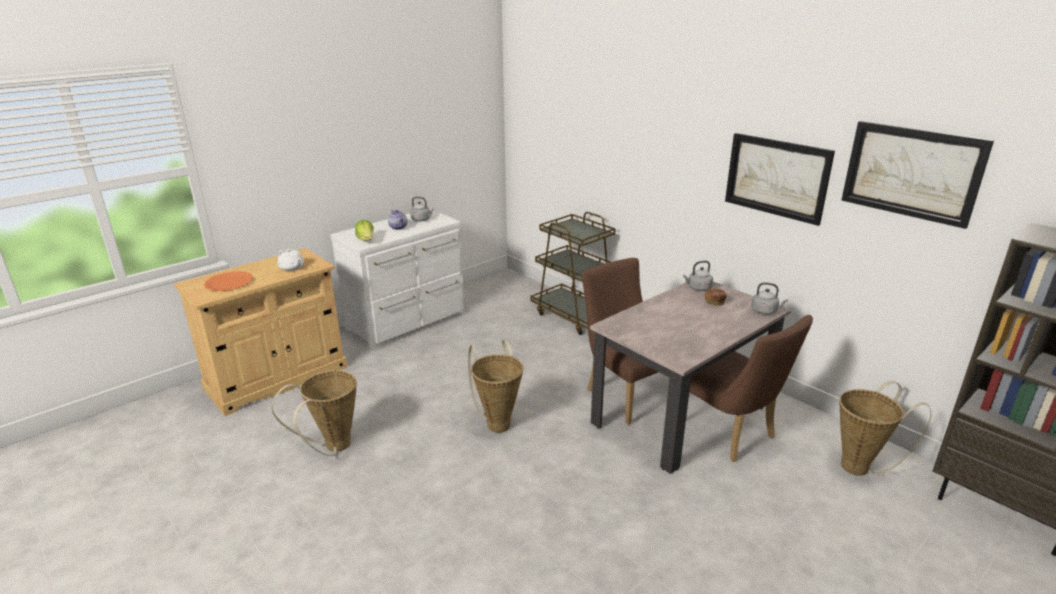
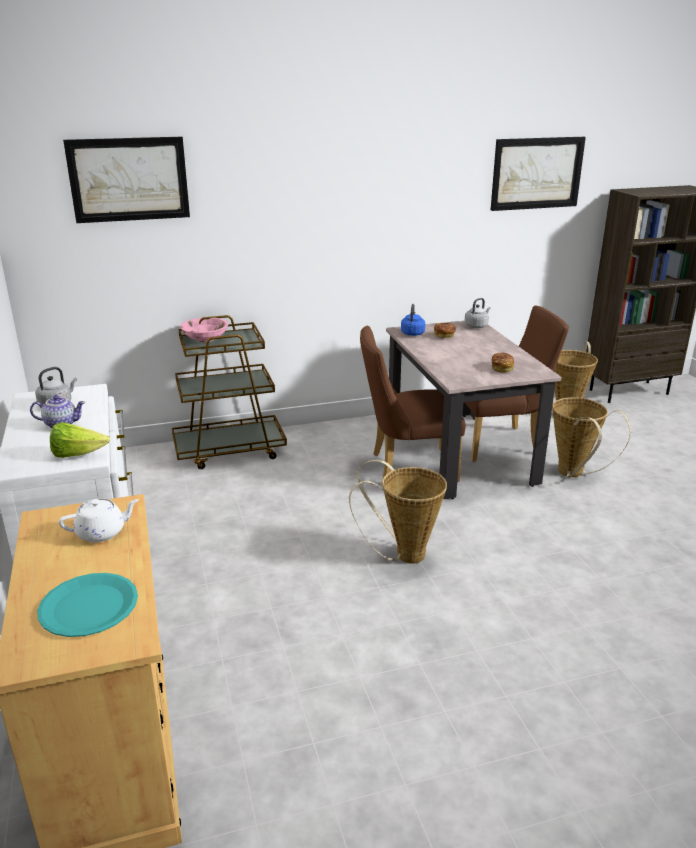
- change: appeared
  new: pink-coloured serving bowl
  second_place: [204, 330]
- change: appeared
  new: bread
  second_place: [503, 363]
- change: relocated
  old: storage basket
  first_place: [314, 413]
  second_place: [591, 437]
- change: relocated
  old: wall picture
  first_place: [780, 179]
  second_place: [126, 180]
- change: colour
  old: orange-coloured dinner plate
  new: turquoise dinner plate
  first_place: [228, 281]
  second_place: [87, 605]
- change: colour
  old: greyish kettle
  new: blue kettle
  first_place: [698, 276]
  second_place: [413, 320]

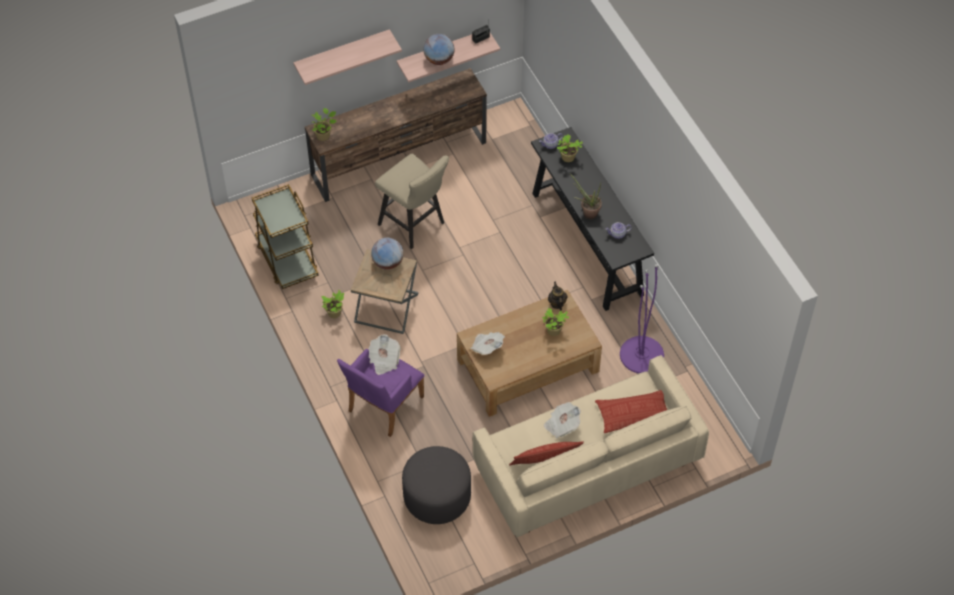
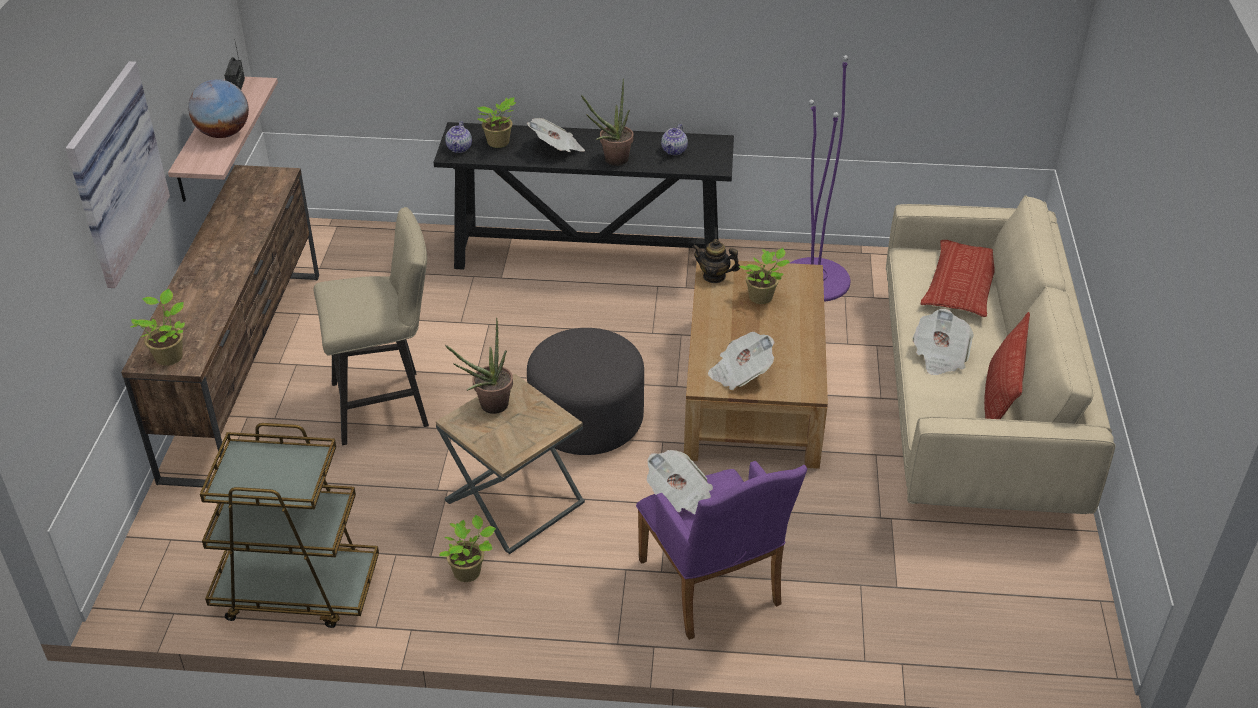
- change: appeared
  new: newspaper
  second_place: [556, 135]
- change: relocated
  old: greyish ottoman
  first_place: [436, 485]
  second_place: [585, 391]
- change: exchanged
  old: shelf
  new: wall picture
  first_place: [347, 57]
  second_place: [118, 174]
- change: exchanged
  old: world globe
  new: potted plant
  first_place: [387, 254]
  second_place: [479, 365]

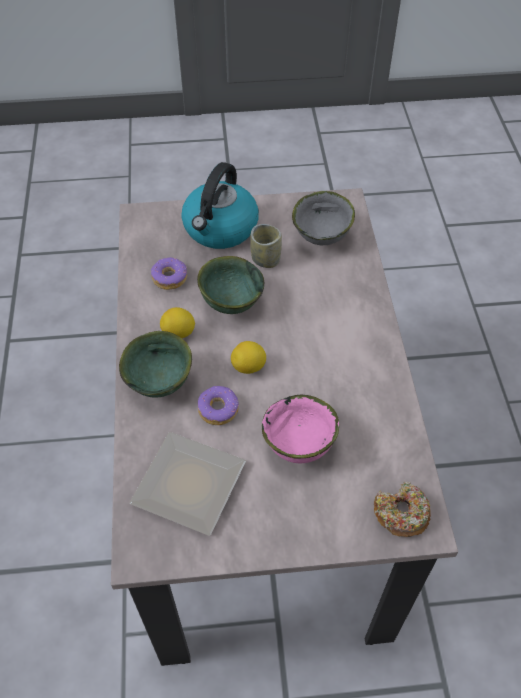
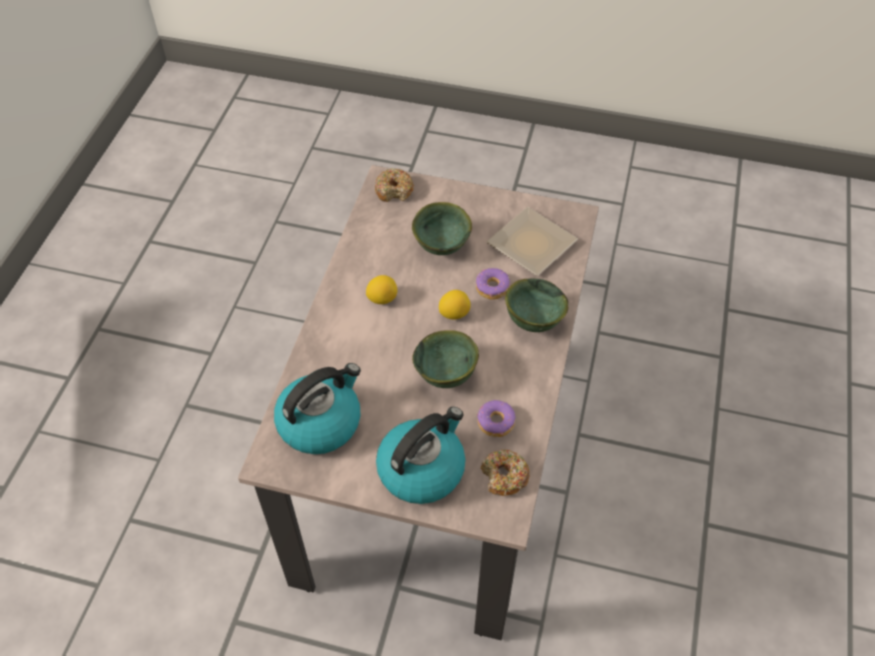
- change: missing
  old: drinking cup
  first_place: [266, 246]
- change: appeared
  new: donut
  second_place: [505, 473]
- change: relocated
  old: lemon
  first_place: [177, 322]
  second_place: [381, 289]
- change: exchanged
  old: greyish serving bowl
  new: kettle
  first_place: [323, 218]
  second_place: [317, 408]
- change: colour
  old: pink-coloured serving bowl
  new: green serving bowl
  first_place: [300, 429]
  second_place: [442, 228]

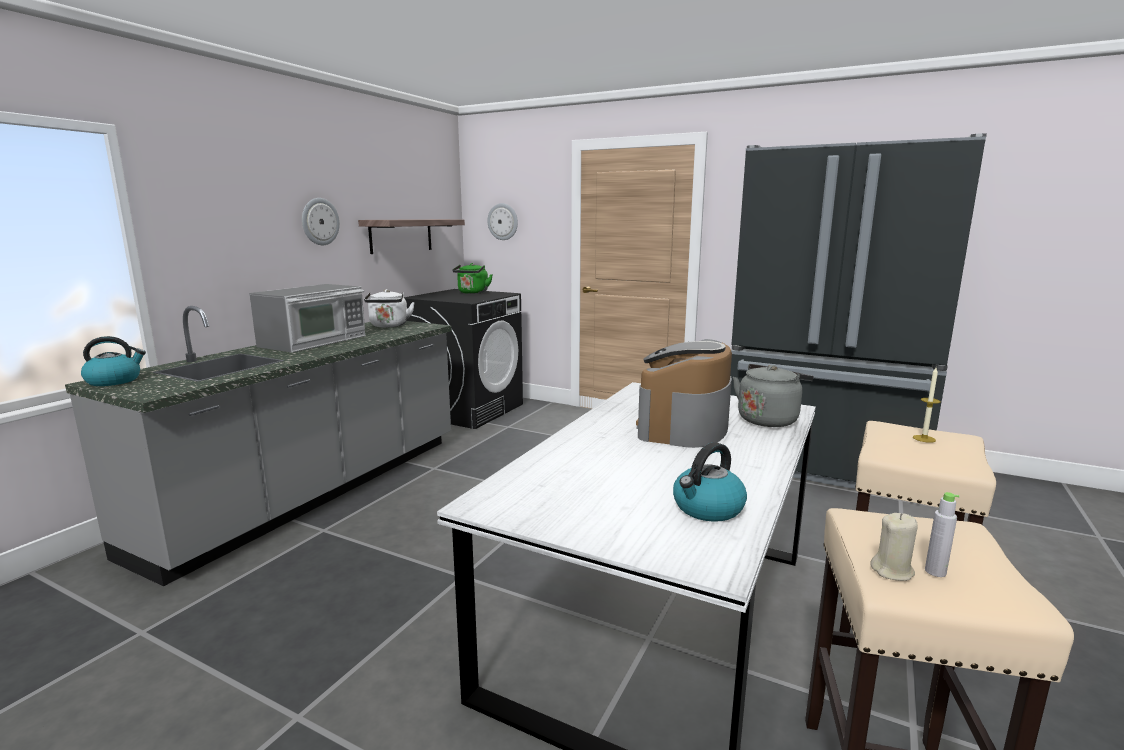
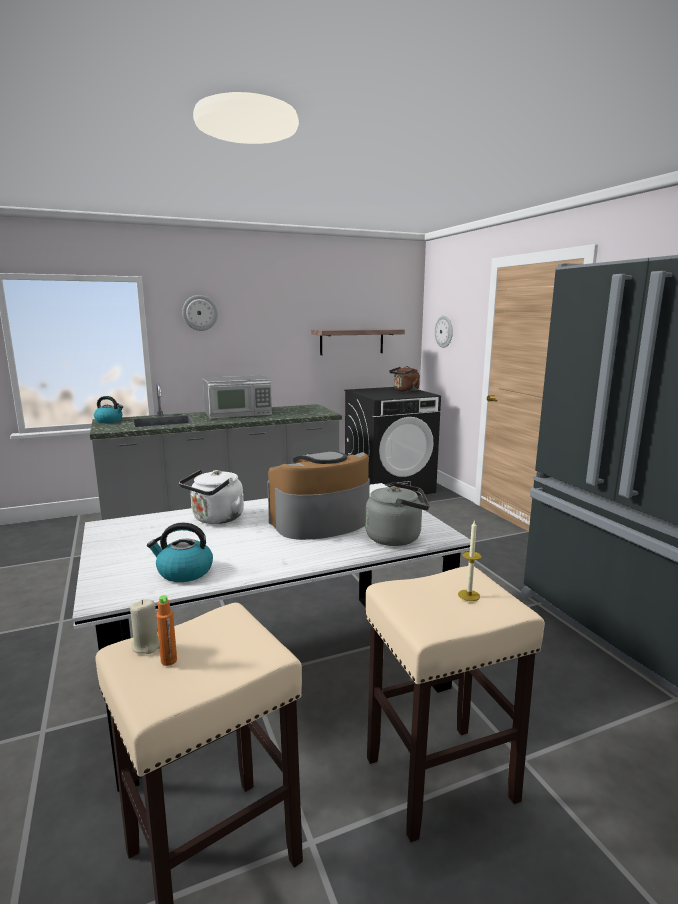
- change: relocated
  old: clock on the wall
  first_place: [321, 221]
  second_place: [200, 313]
- change: relocated
  old: white-coloured kettle
  first_place: [389, 308]
  second_place: [211, 497]
- change: colour
  old: green kettle
  new: brown-coloured kettle
  first_place: [472, 278]
  second_place: [404, 379]
- change: colour
  old: greyish bottle
  new: orange-coloured bottle
  first_place: [942, 534]
  second_place: [166, 630]

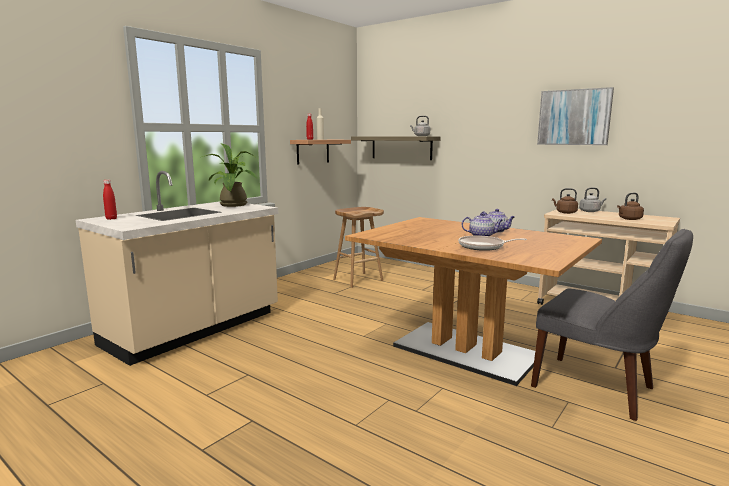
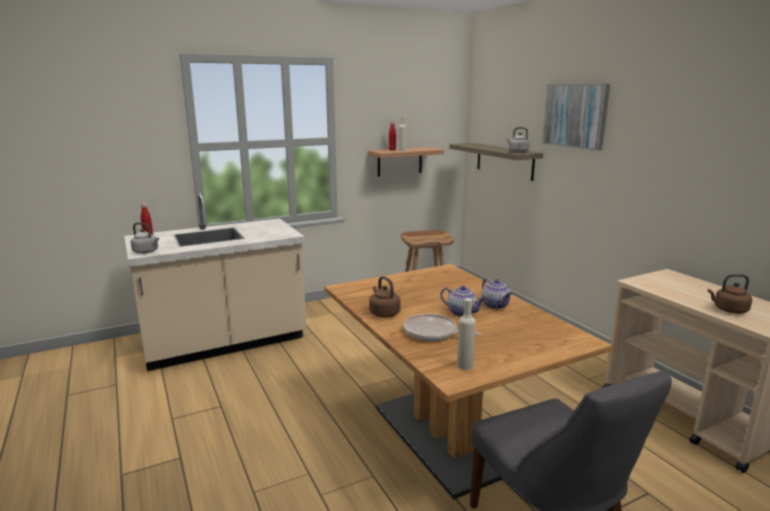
- change: missing
  old: potted plant
  first_place: [229, 175]
- change: appeared
  new: beige bottle
  second_place: [466, 334]
- change: relocated
  old: wall picture
  first_place: [575, 116]
  second_place: [576, 117]
- change: relocated
  old: brown-coloured kettle
  first_place: [565, 201]
  second_place: [384, 296]
- change: relocated
  old: greyish kettle
  first_place: [592, 200]
  second_place: [144, 238]

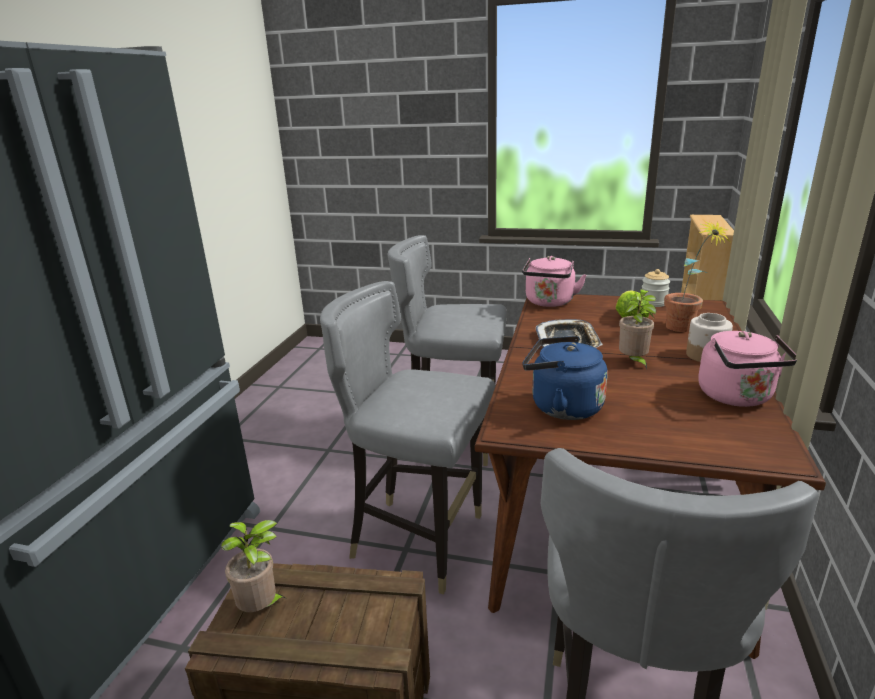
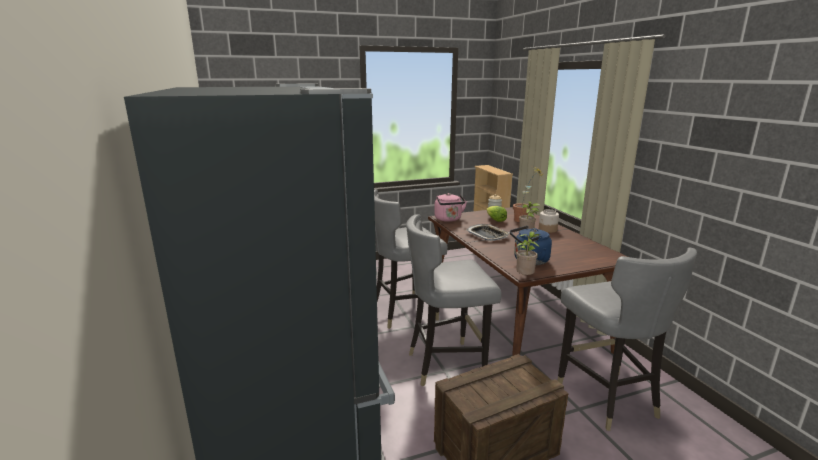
- change: missing
  old: pink-coloured kettle
  first_place: [747, 369]
- change: relocated
  old: potted plant
  first_place: [254, 566]
  second_place: [528, 253]

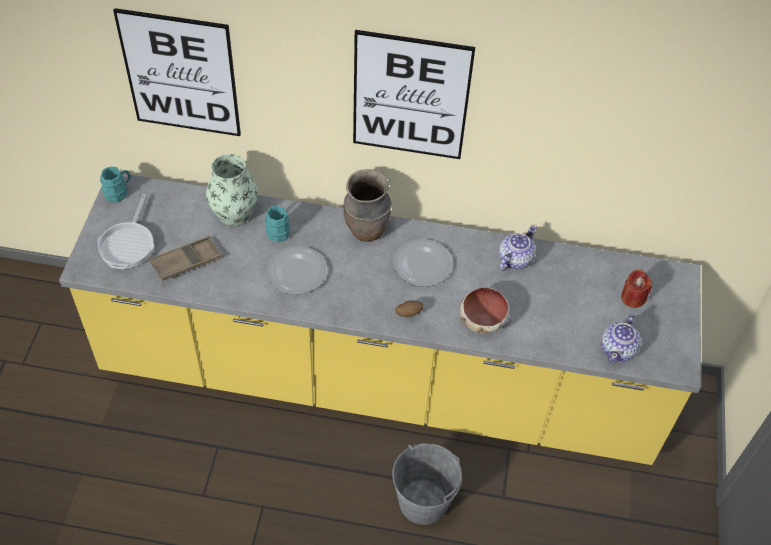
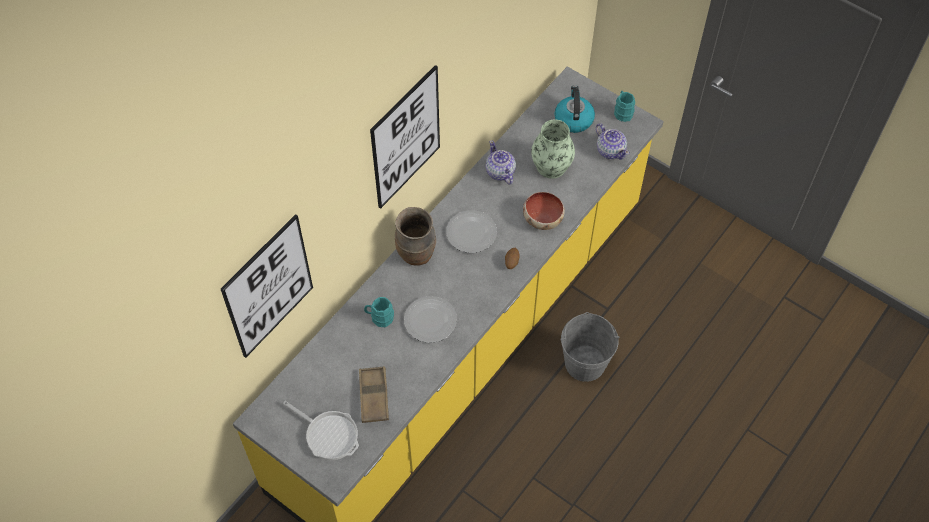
- change: relocated
  old: turquoise coffee mug
  first_place: [115, 185]
  second_place: [624, 106]
- change: relocated
  old: decorative vase
  first_place: [232, 190]
  second_place: [553, 149]
- change: exchanged
  old: reddish wax candle
  new: kettle
  first_place: [636, 289]
  second_place: [574, 109]

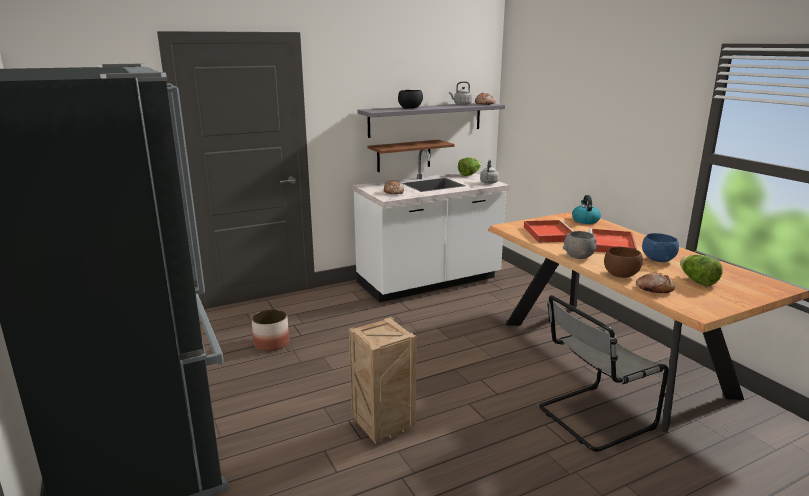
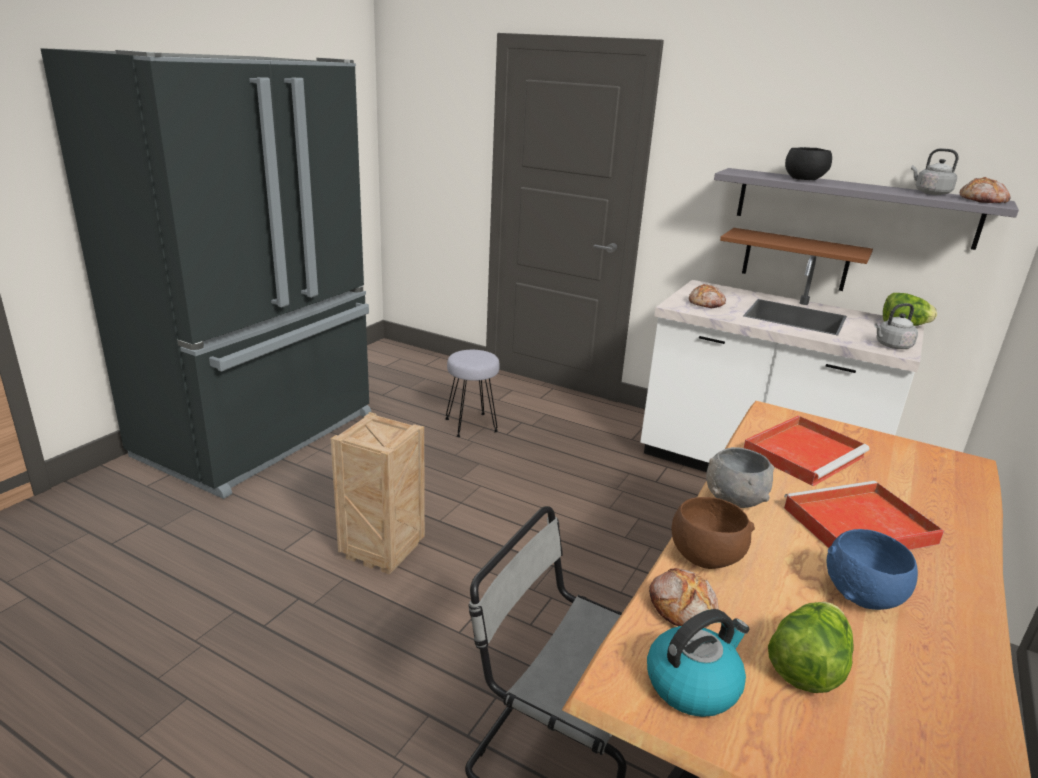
- change: relocated
  old: kettle
  first_place: [586, 209]
  second_place: [698, 663]
- change: exchanged
  old: planter
  new: greyish stool seat
  first_place: [270, 330]
  second_place: [472, 393]

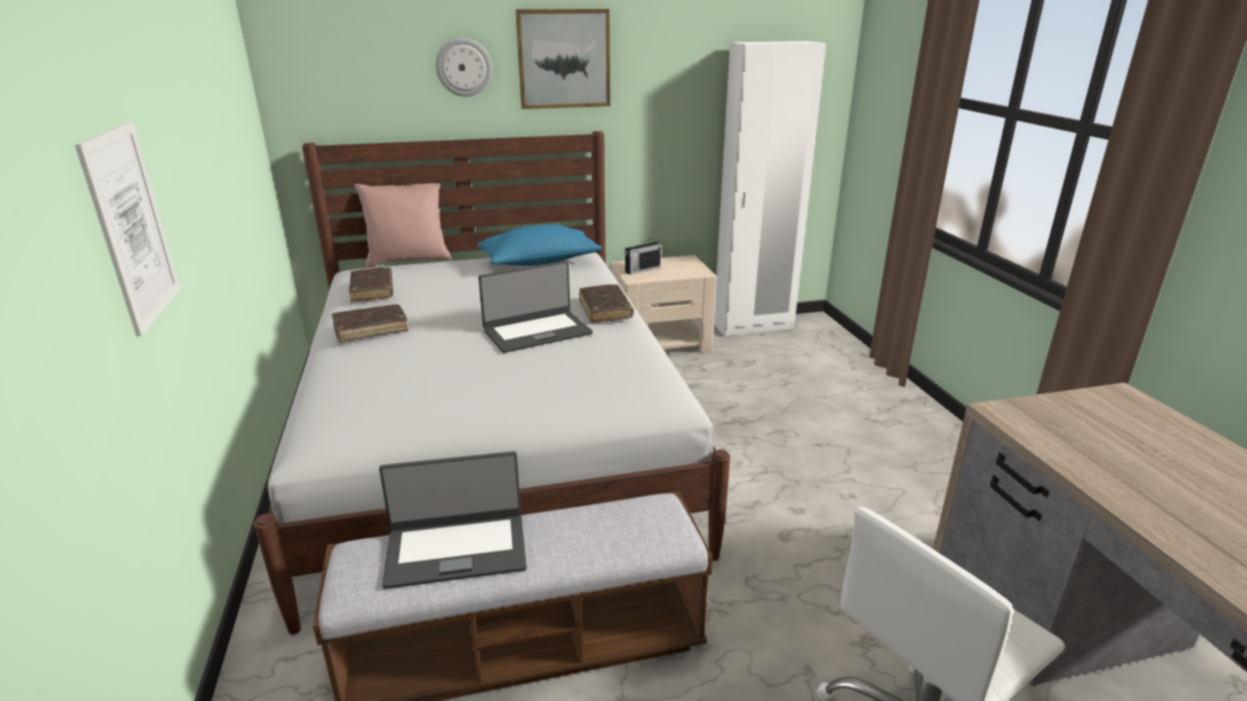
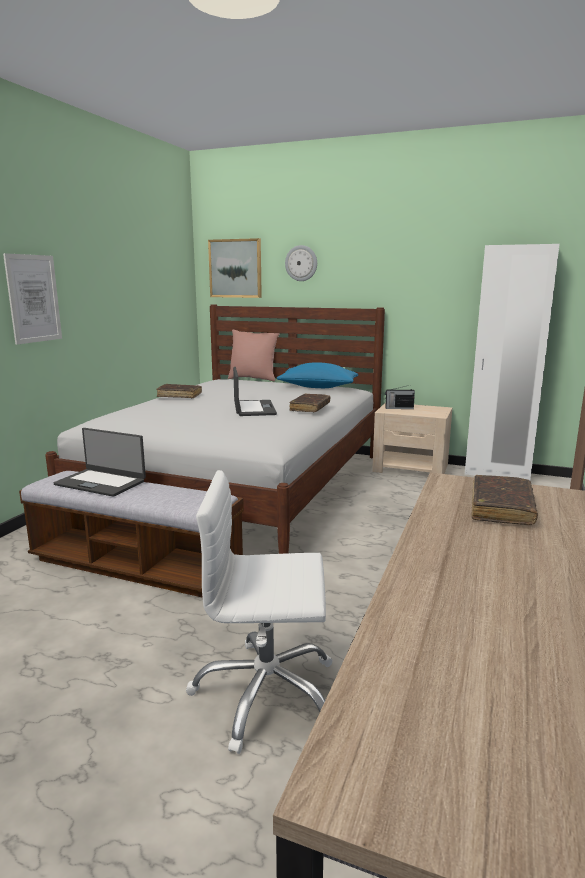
- change: relocated
  old: brown-coloured volume
  first_place: [371, 285]
  second_place: [504, 500]
- change: relocated
  old: wall picture
  first_place: [563, 59]
  second_place: [235, 268]
- change: spun
  old: laptop
  first_place: [535, 307]
  second_place: [255, 391]
  degrees: -105

